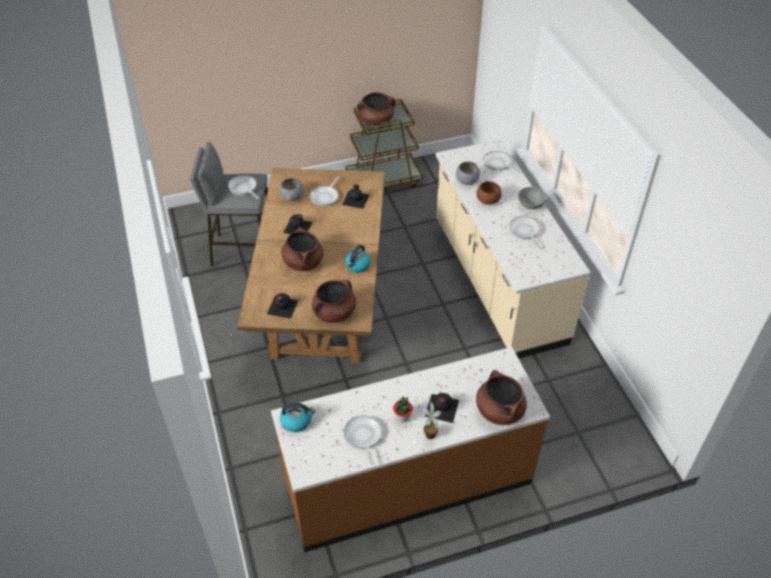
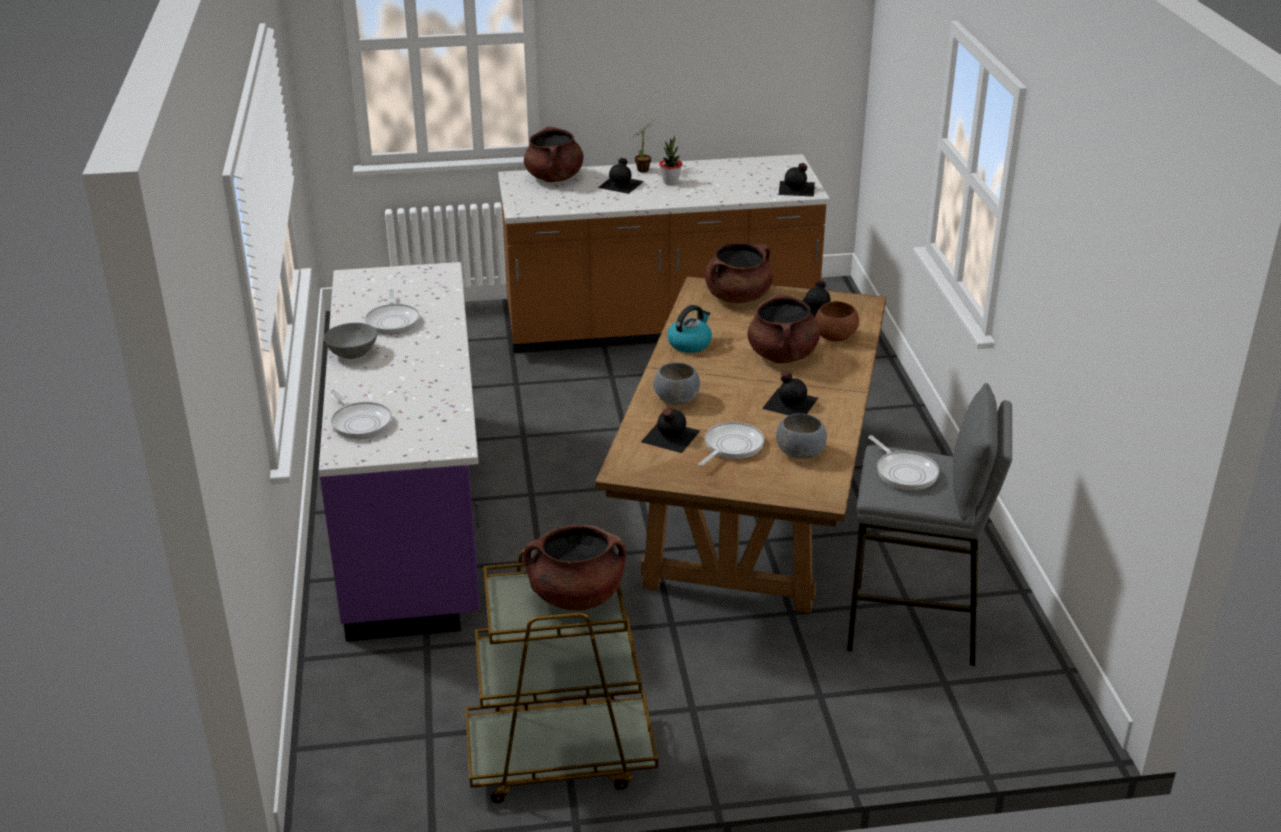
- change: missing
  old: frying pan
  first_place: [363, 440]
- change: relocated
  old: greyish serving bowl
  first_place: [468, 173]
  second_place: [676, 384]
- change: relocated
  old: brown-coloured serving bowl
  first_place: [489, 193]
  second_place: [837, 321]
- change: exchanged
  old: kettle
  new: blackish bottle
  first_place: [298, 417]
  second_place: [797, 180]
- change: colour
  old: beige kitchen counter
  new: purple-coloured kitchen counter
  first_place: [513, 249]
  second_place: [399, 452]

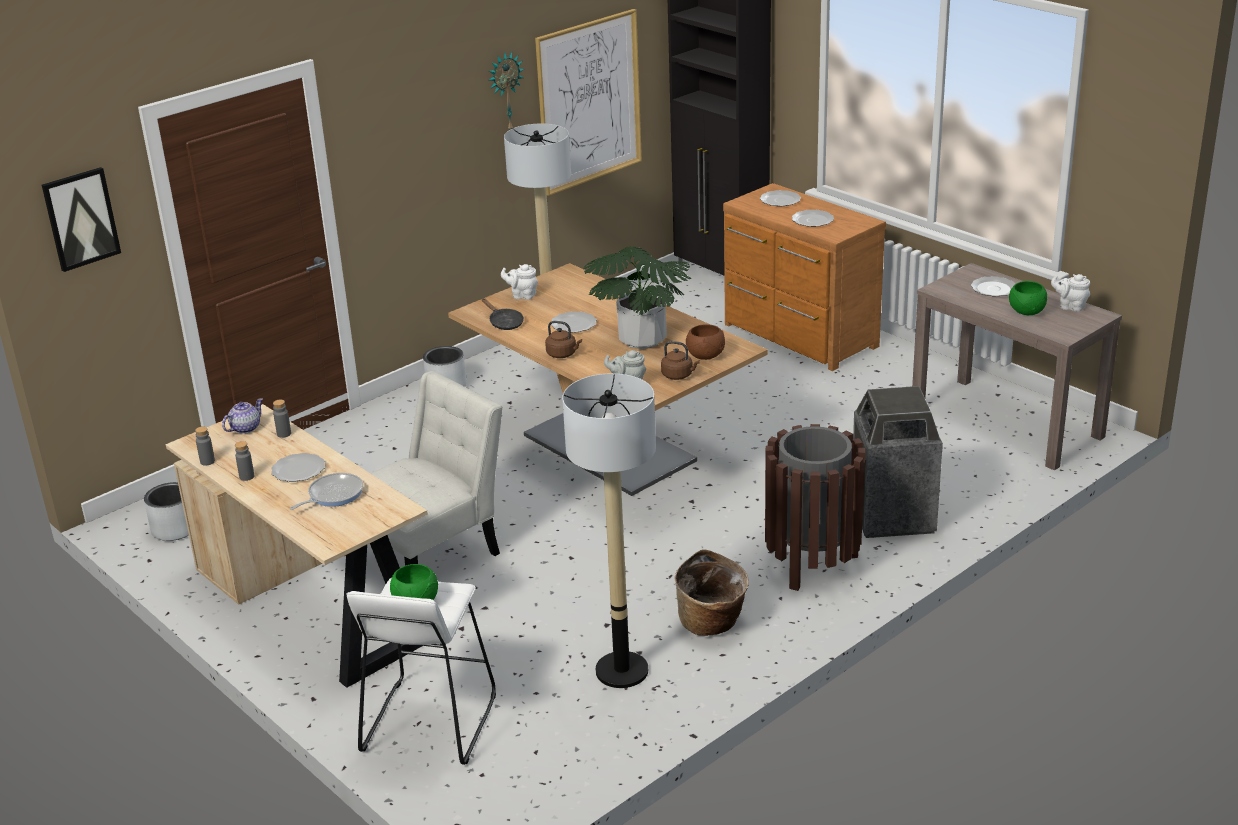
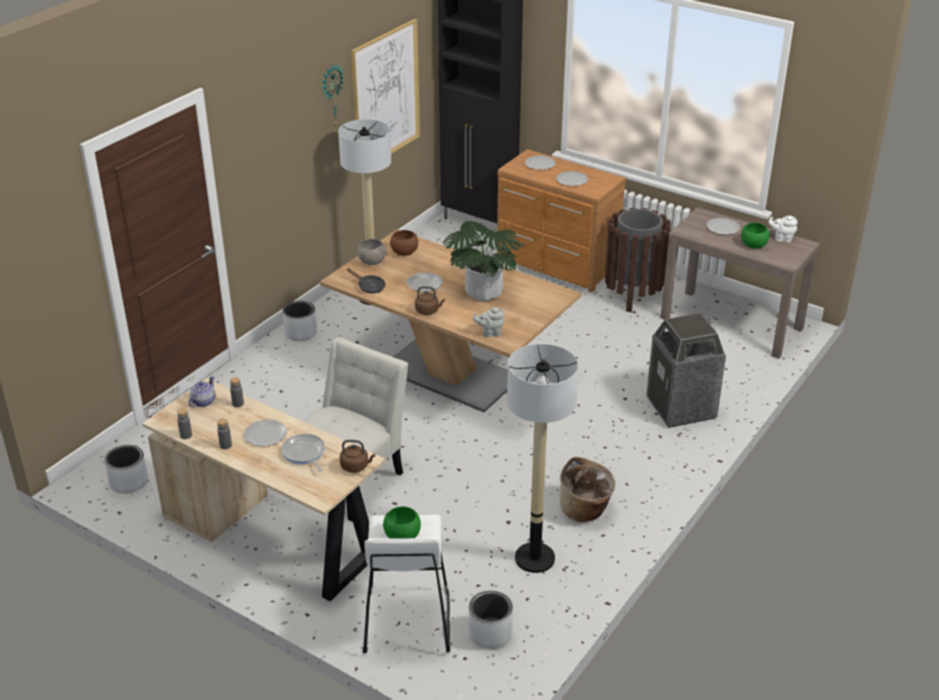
- change: missing
  old: wall picture
  first_place: [81, 219]
- change: appeared
  new: greyish planter
  second_place: [490, 620]
- change: relocated
  old: brown-coloured kettle
  first_place: [680, 360]
  second_place: [357, 456]
- change: relocated
  old: brown-coloured serving bowl
  first_place: [705, 342]
  second_place: [404, 243]
- change: relocated
  old: brown-coloured rubbish bin
  first_place: [815, 507]
  second_place: [638, 260]
- change: exchanged
  old: white-coloured teapot
  new: greyish serving bowl
  first_place: [519, 282]
  second_place: [372, 252]
- change: spun
  old: frying pan
  first_place: [326, 491]
  second_place: [303, 453]
  degrees: -60

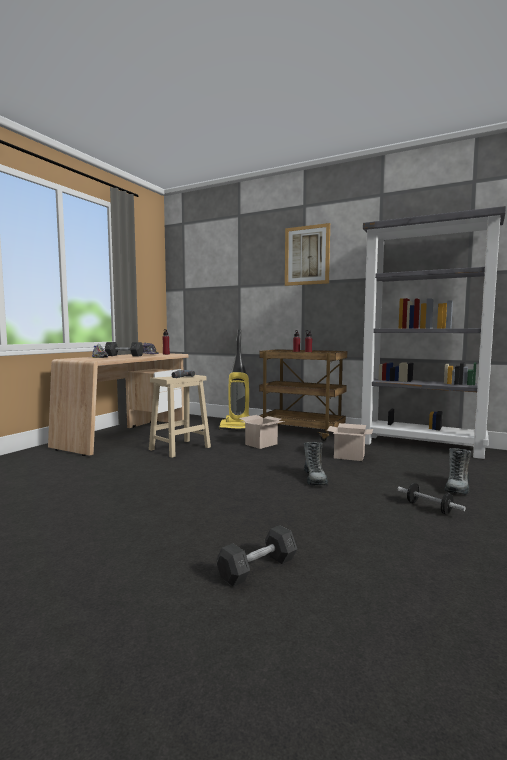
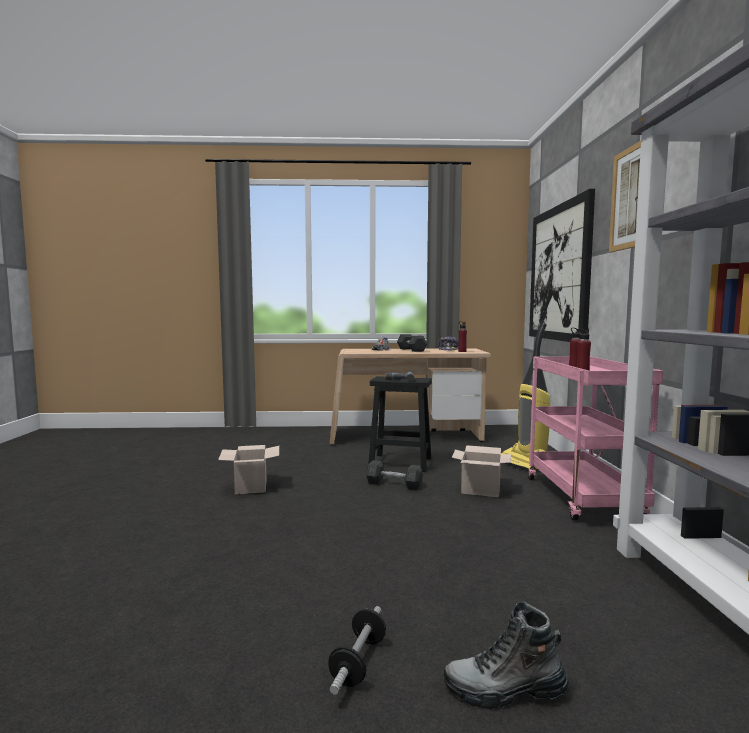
- change: missing
  old: boot
  first_place: [316, 463]
- change: appeared
  new: wall picture
  second_place: [562, 265]
- change: relocated
  old: greyish hand weight
  first_place: [256, 556]
  second_place: [394, 475]
- change: relocated
  old: packing box
  first_place: [350, 442]
  second_place: [248, 469]
- change: colour
  old: beige stool seat
  new: blackish stool seat
  first_place: [180, 416]
  second_place: [400, 424]
- change: colour
  old: brown-coloured trolley
  new: pink-coloured trolley
  first_place: [303, 395]
  second_place: [595, 438]

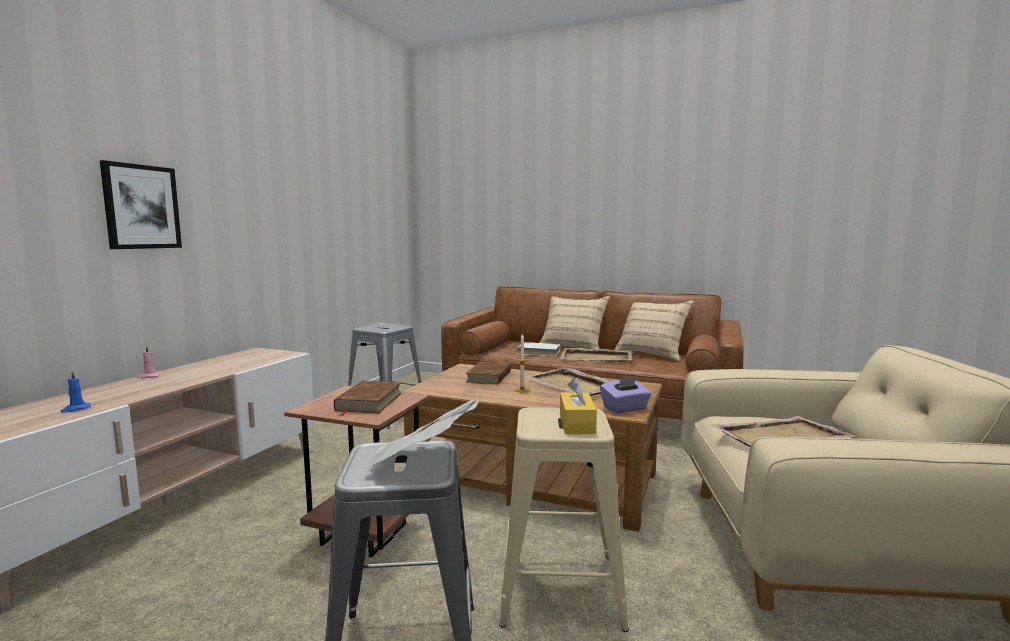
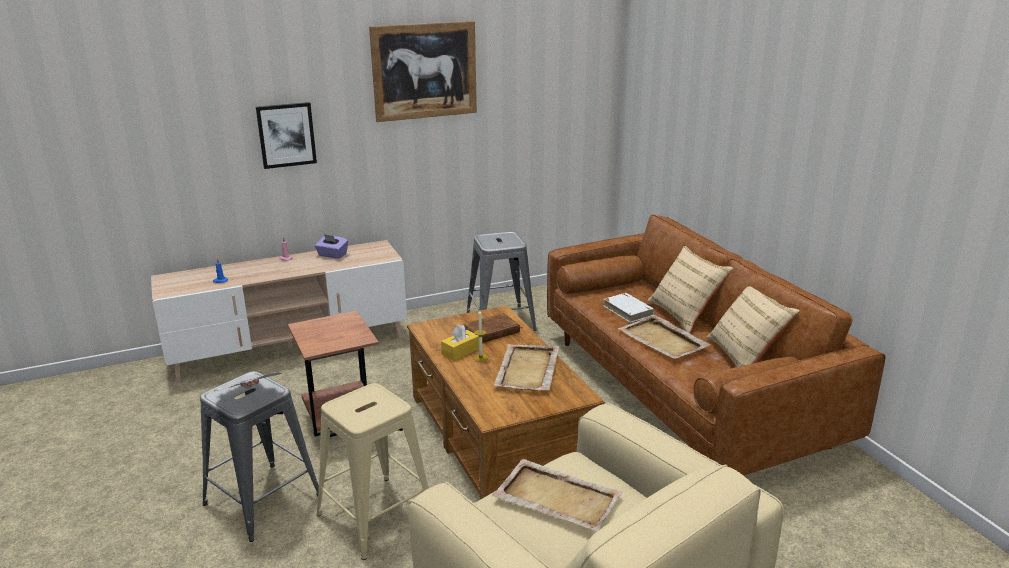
- change: missing
  old: brown-coloured volume
  first_place: [368, 398]
- change: appeared
  new: wall picture
  second_place: [423, 71]
- change: relocated
  old: yellow box of tissues
  first_place: [578, 405]
  second_place: [460, 342]
- change: relocated
  old: purple-coloured box of tissues
  first_place: [625, 394]
  second_place: [331, 246]

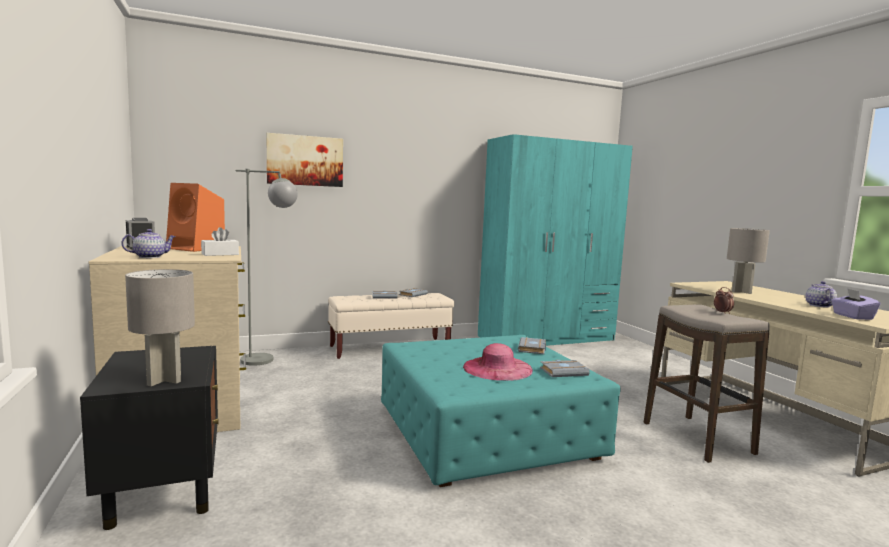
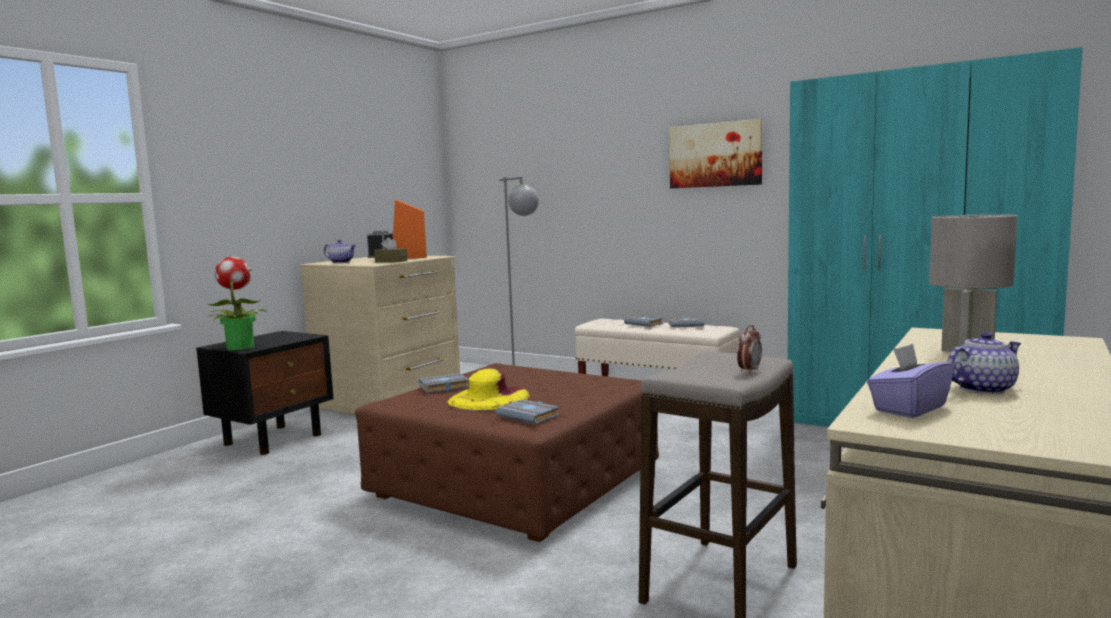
- change: relocated
  old: wall picture
  first_place: [304, 160]
  second_place: [715, 153]
- change: relocated
  old: greyish volume
  first_place: [532, 345]
  second_place: [444, 383]
- change: exchanged
  old: greyish table lamp
  new: potted plant
  first_place: [160, 327]
  second_place: [238, 303]
- change: colour
  old: white-coloured box of tissues
  new: brown-coloured box of tissues
  first_place: [220, 241]
  second_place: [391, 250]
- change: colour
  old: turquoise ottoman
  new: brown-coloured ottoman
  first_place: [501, 411]
  second_place: [507, 452]
- change: colour
  old: pink-coloured wearable hat
  new: yellow wearable hat
  first_place: [498, 362]
  second_place: [489, 390]

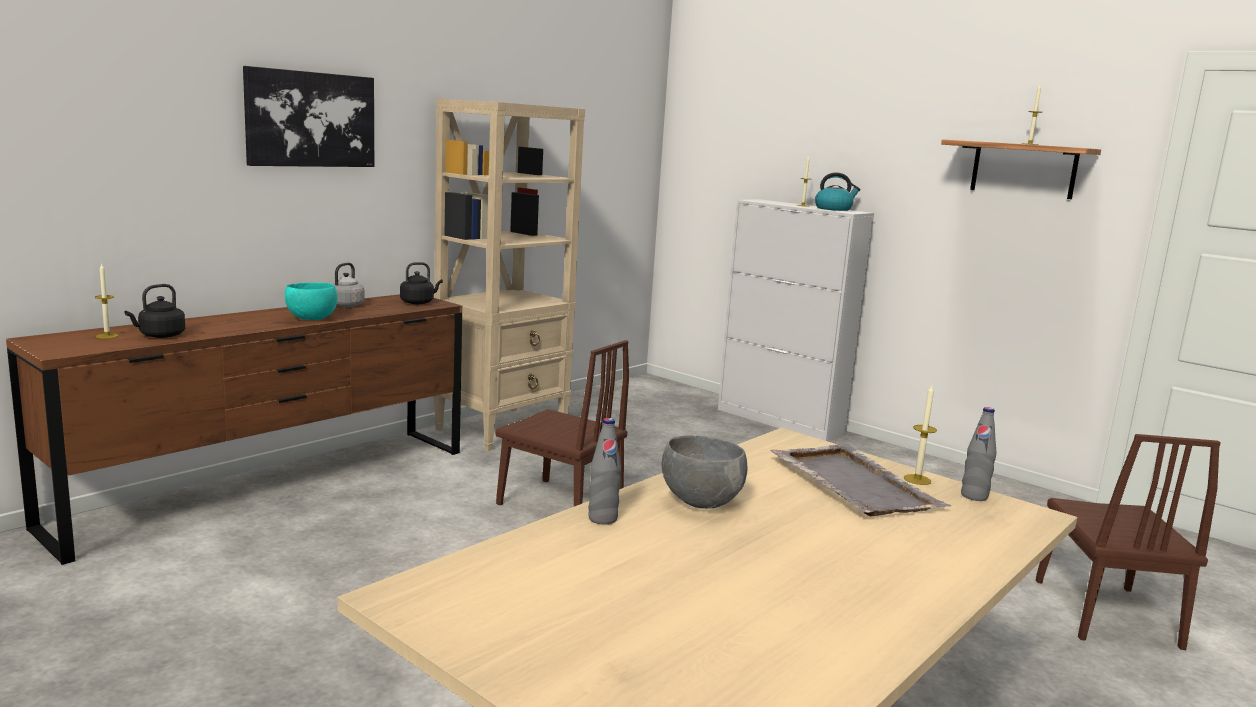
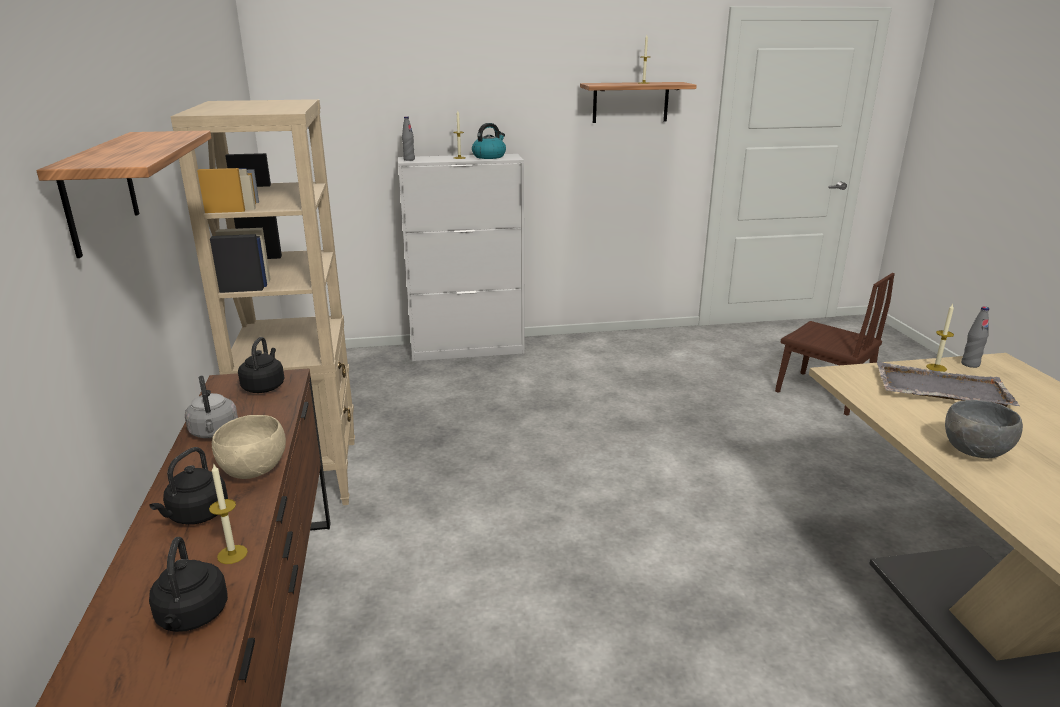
- change: missing
  old: brown-coloured upright chair
  first_place: [562, 423]
- change: appeared
  new: blackish kettle
  second_place: [188, 486]
- change: relocated
  old: wax candle
  first_place: [106, 301]
  second_place: [228, 514]
- change: relocated
  old: greyish bottle
  first_place: [604, 471]
  second_place: [408, 138]
- change: exchanged
  old: wall picture
  new: shelf
  first_place: [308, 116]
  second_place: [124, 194]
- change: colour
  old: turquoise serving bowl
  new: beige serving bowl
  first_place: [311, 301]
  second_place: [249, 447]

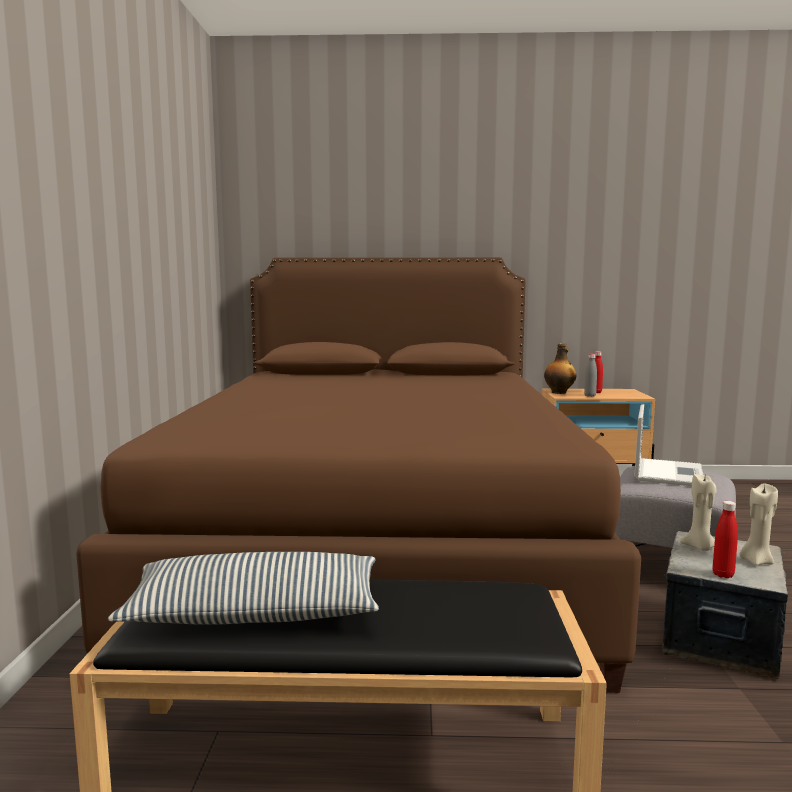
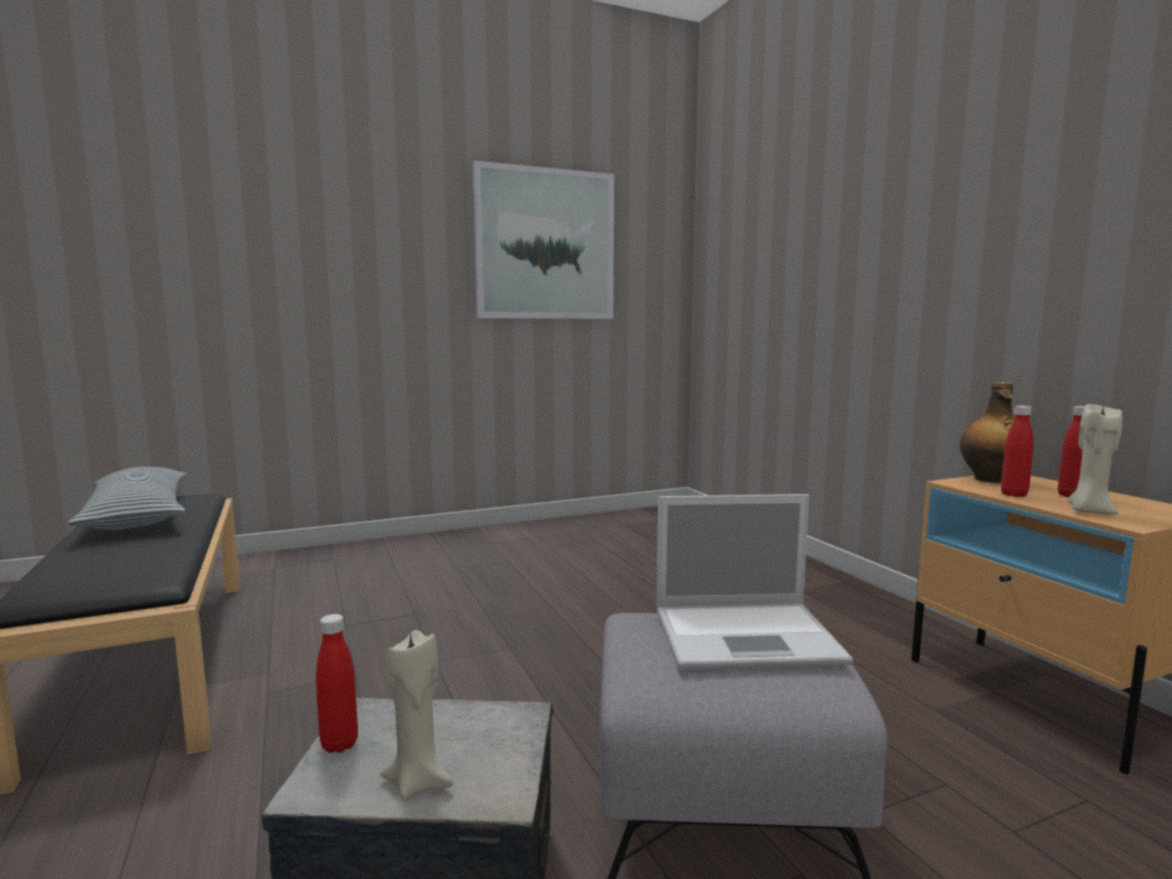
- change: missing
  old: brown-coloured sleeping bed
  first_place: [358, 475]
- change: appeared
  new: wall picture
  second_place: [543, 240]
- change: relocated
  old: beige wax candle
  first_place: [698, 512]
  second_place: [1094, 459]
- change: colour
  old: greyish bottle
  new: reddish bottle
  first_place: [590, 375]
  second_place: [1017, 451]

